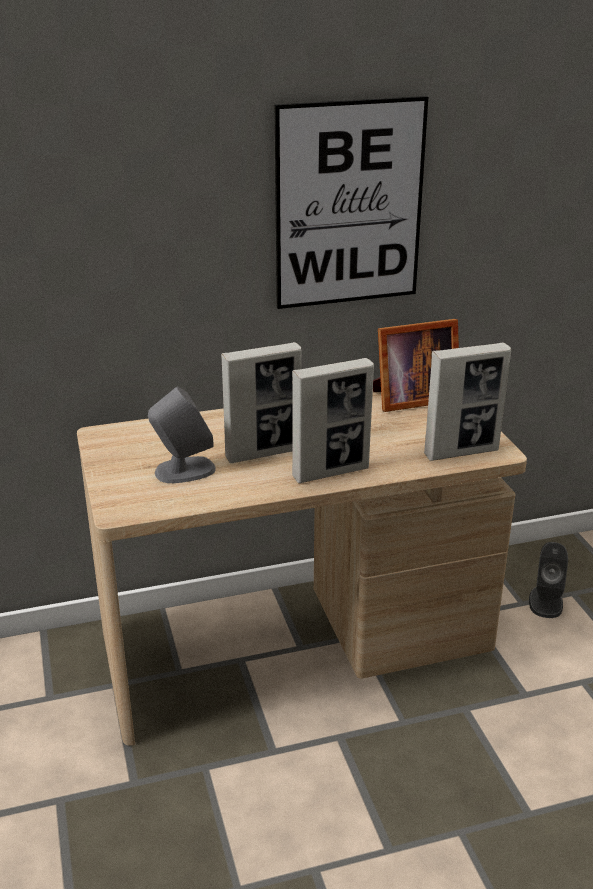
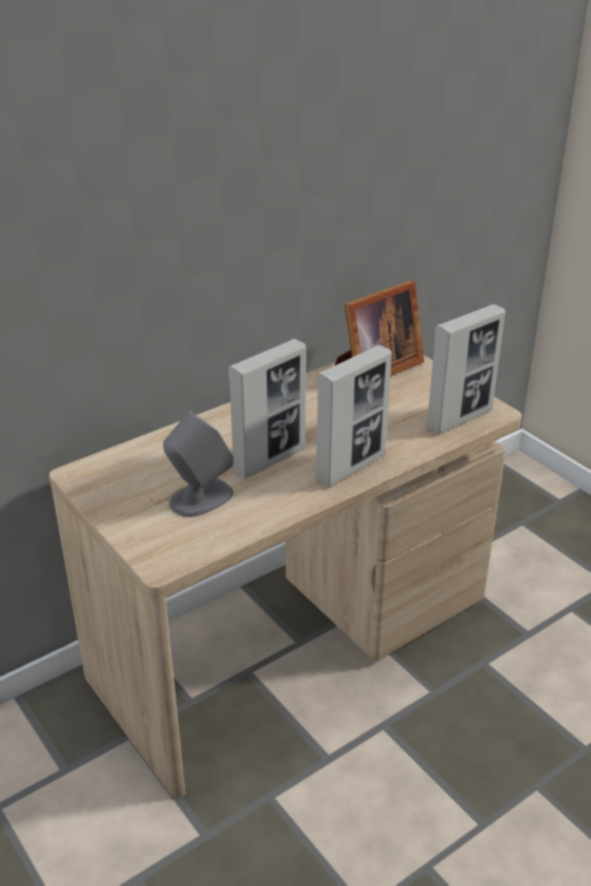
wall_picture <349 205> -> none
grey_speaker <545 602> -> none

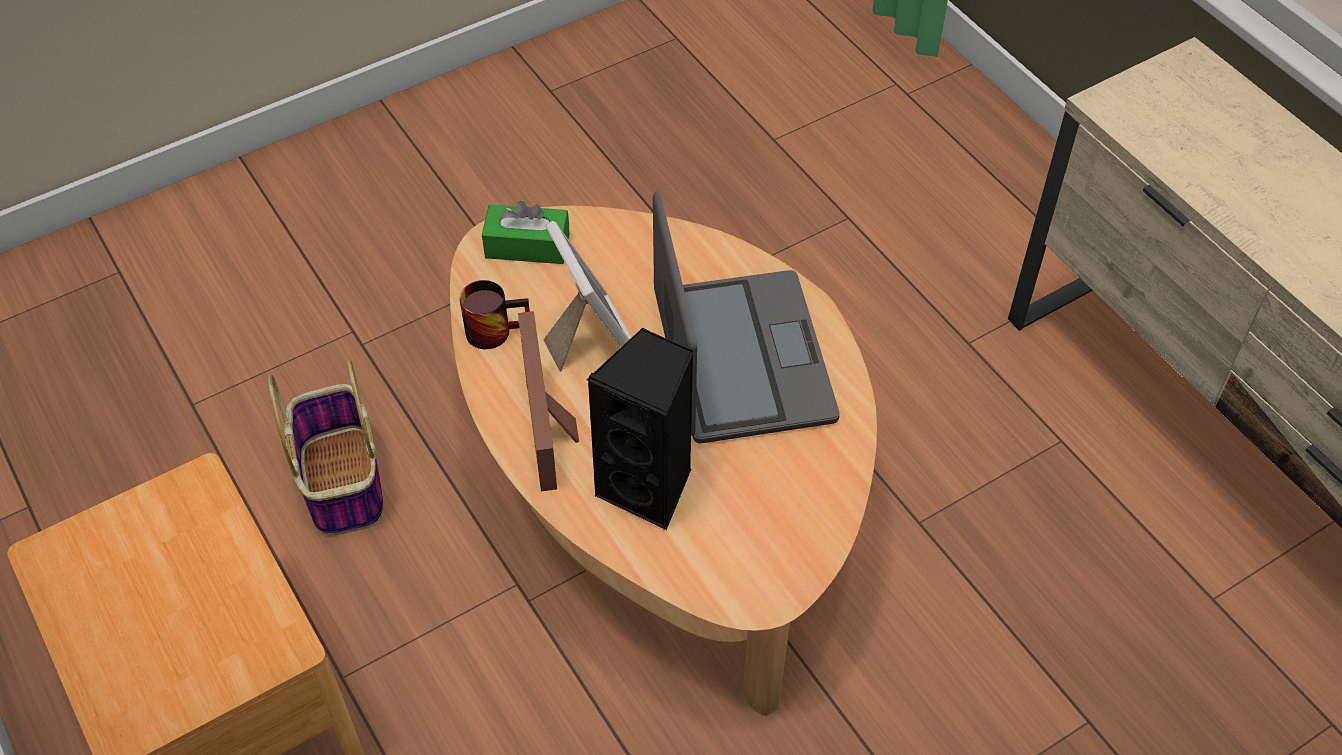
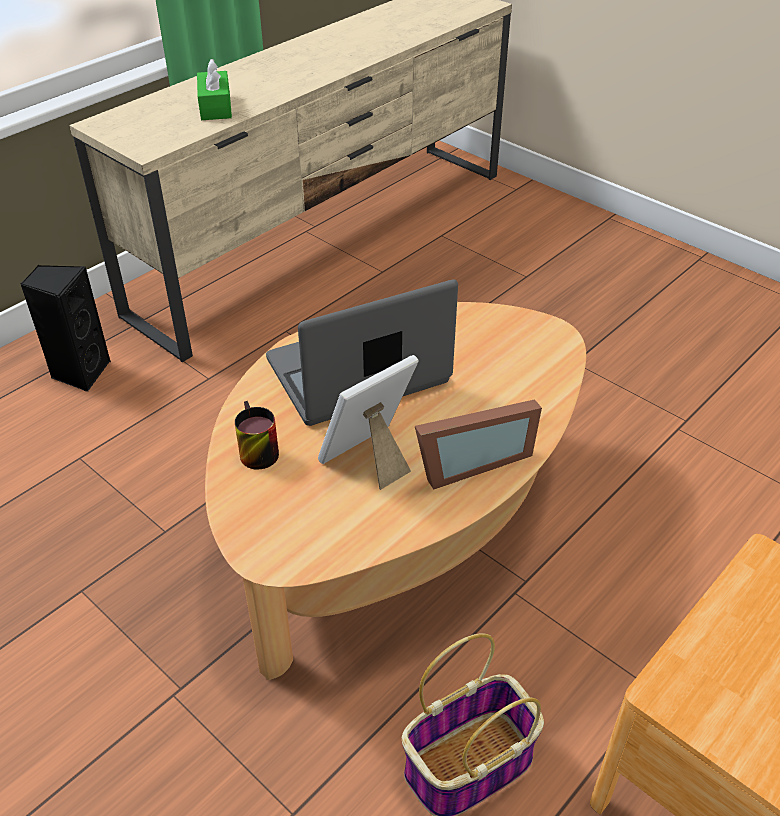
black_speaker <649 487> -> black_speaker <80 372>, relocated
green_tissue_holder <527 246> -> green_tissue_holder <215 107>, relocated
mug <495 328> -> mug <254 451>, relocated

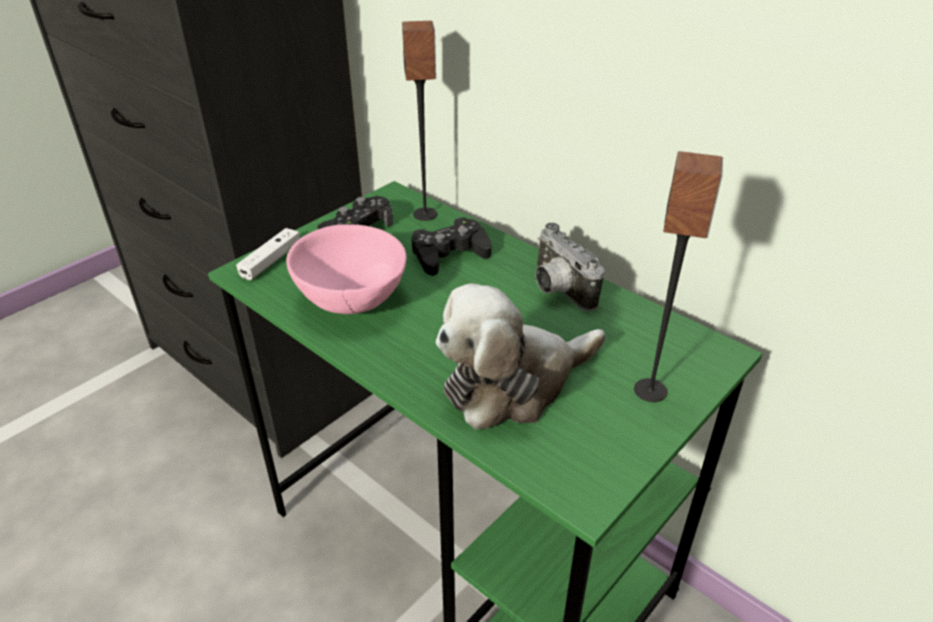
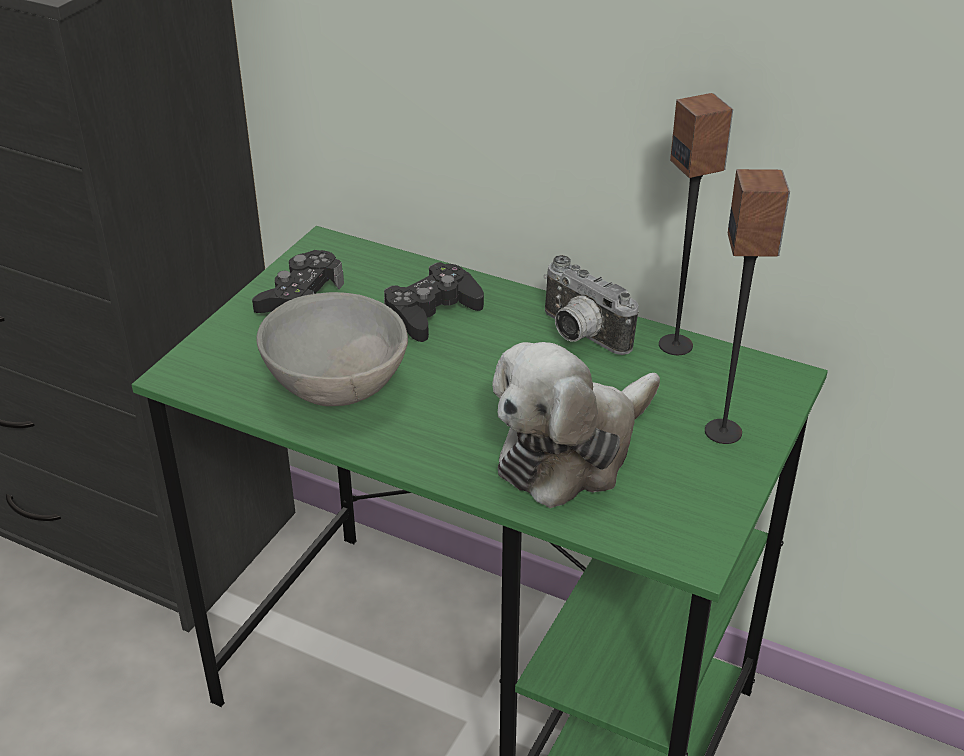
pinkish_deep_dish <353 298> -> grey_deep_dish <338 385>
speaker <425 214> -> speaker <676 345>, relocated
white-coloured_gamepad <271 260> -> none

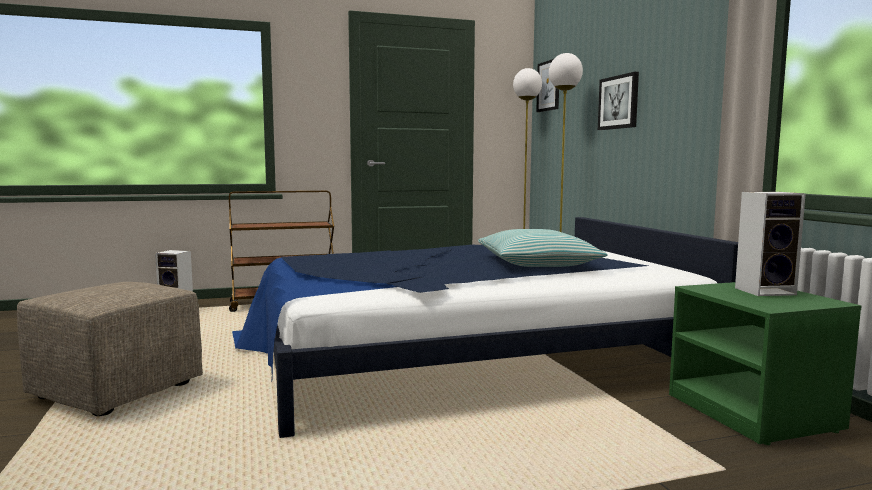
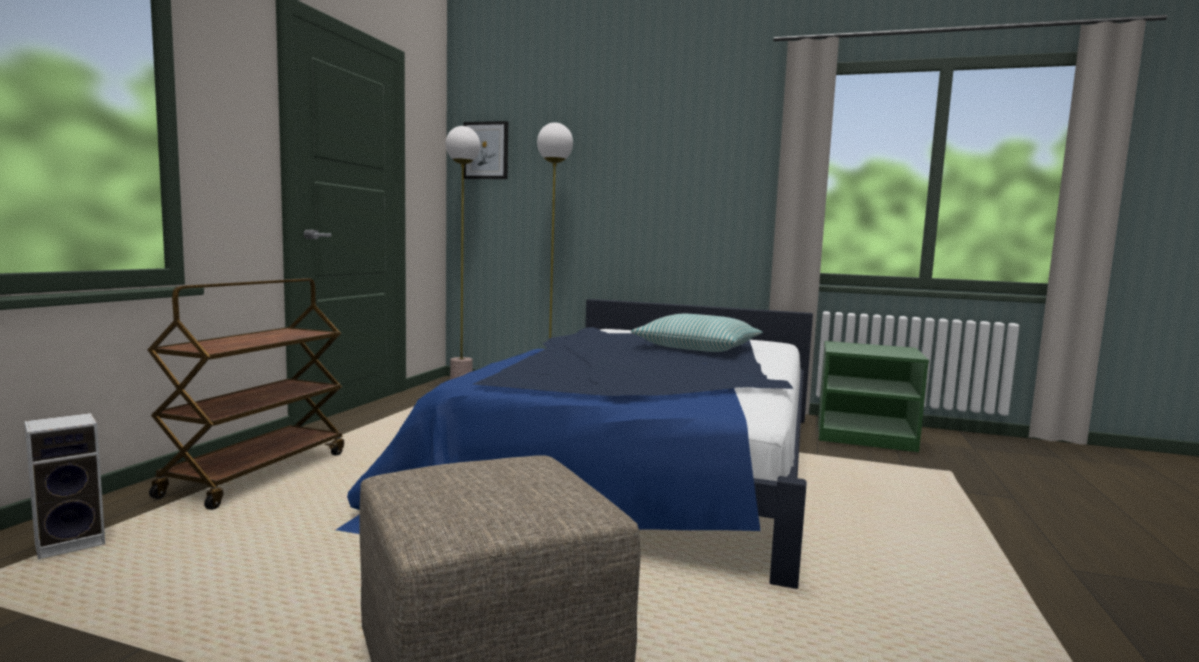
wall_picture <619 102> -> none
speaker <766 291> -> none

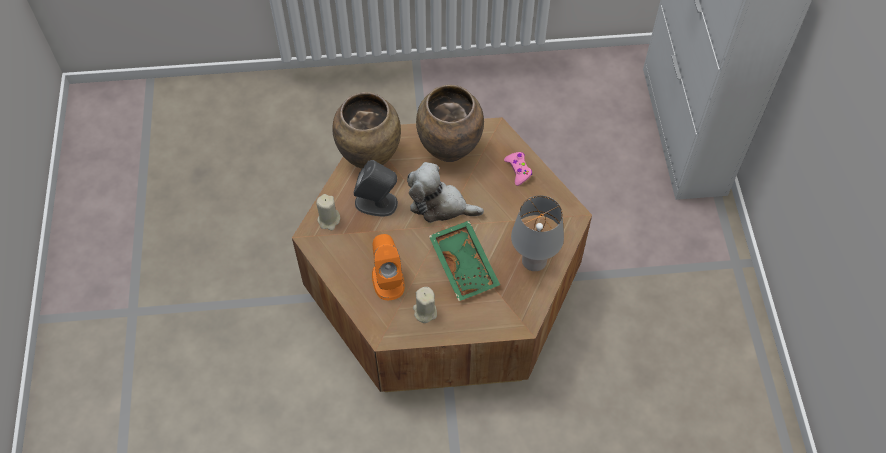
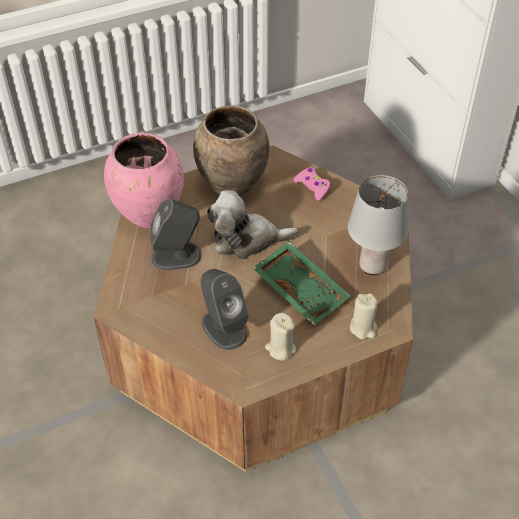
brown_decorative_vase <370 158> -> pinkish_decorative_vase <150 216>
orange-coloured_speaker <388 279> -> grey_speaker <223 328>
beige-coloured_wax_light <329 220> -> beige-coloured_wax_light <363 328>, relocated

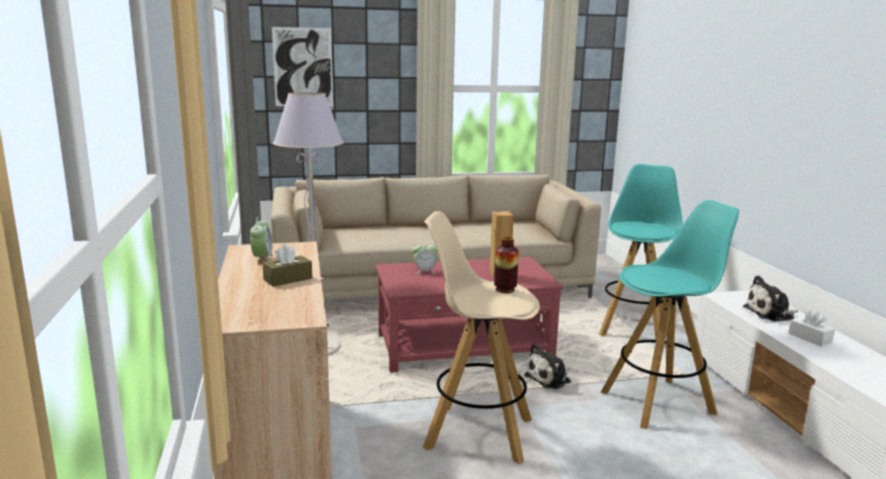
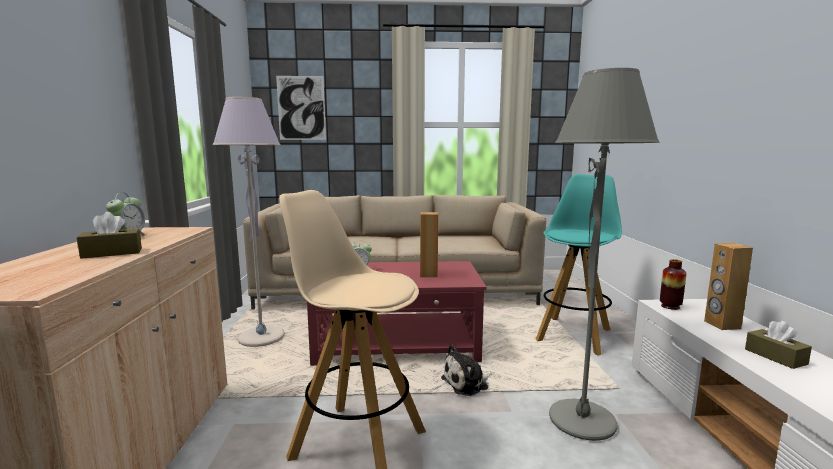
turquoise-coloured_stool_seat <659 402> -> grey_standard_lamp <582 421>
decorative_vase <505 290> -> decorative_vase <670 306>, relocated
cuddly_toy <771 314> -> brown_speaker <721 325>
white-coloured_tissue_holder <809 338> -> brown_tissue_holder <775 357>

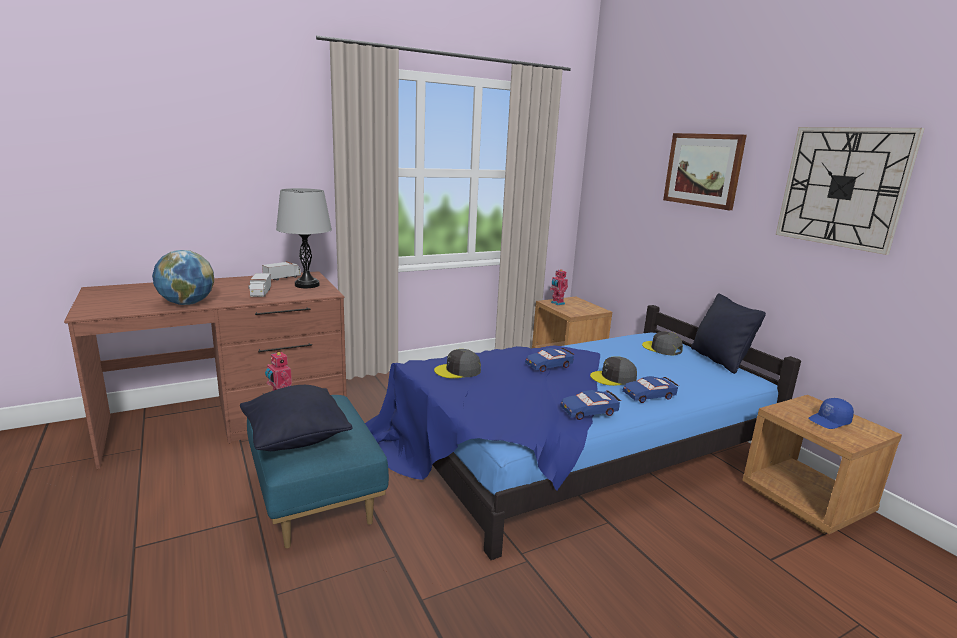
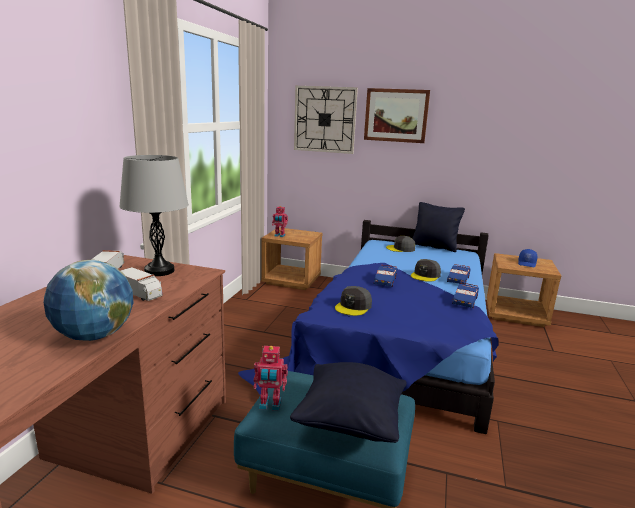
hanging_clock <842 187> -> hanging_clock <325 119>, relocated

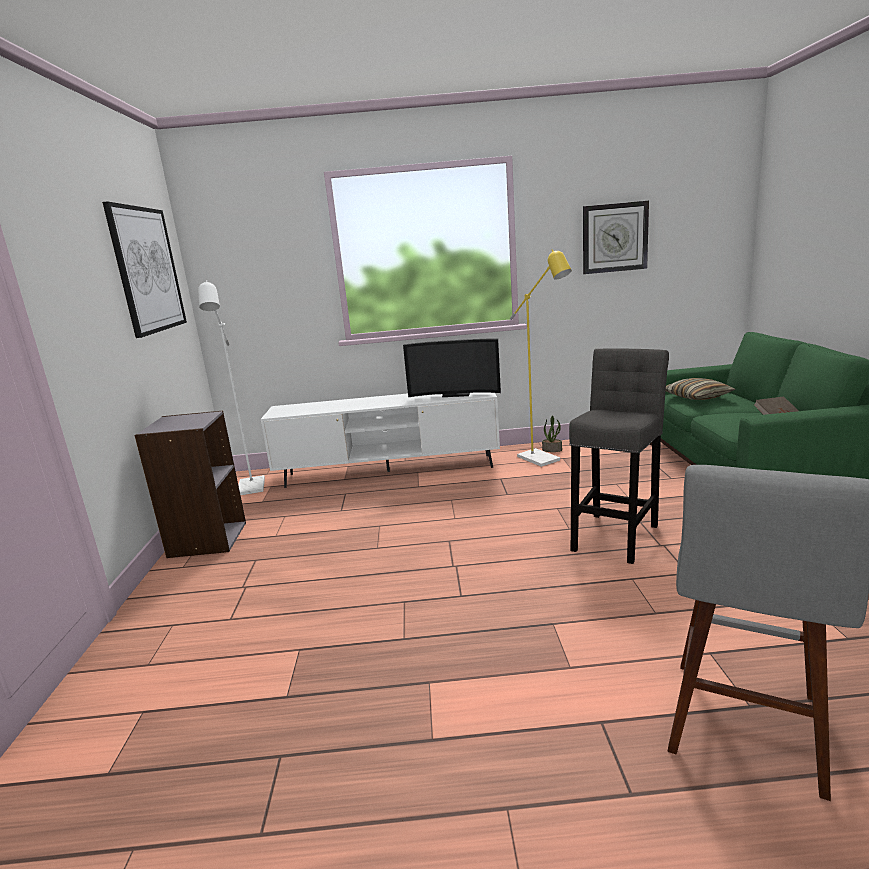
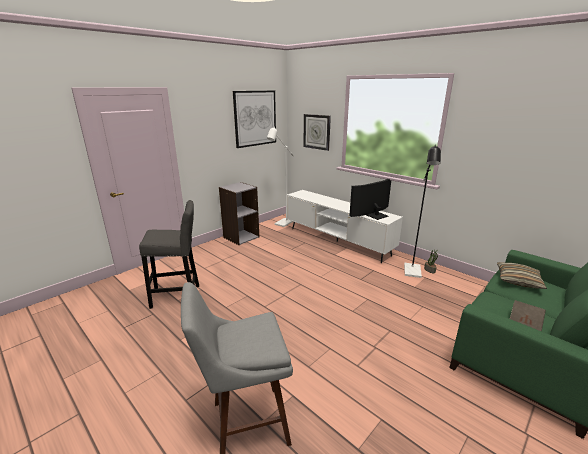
grey_stool_seat <616 535> -> grey_stool_seat <179 296>, relocated
hanging_clock <614 238> -> hanging_clock <317 132>, relocated
TV <455 394> -> TV <374 214>, 90 degrees clockwise
yellow-coloured_standard_lamp <543 460> -> black_standard_lamp <412 273>

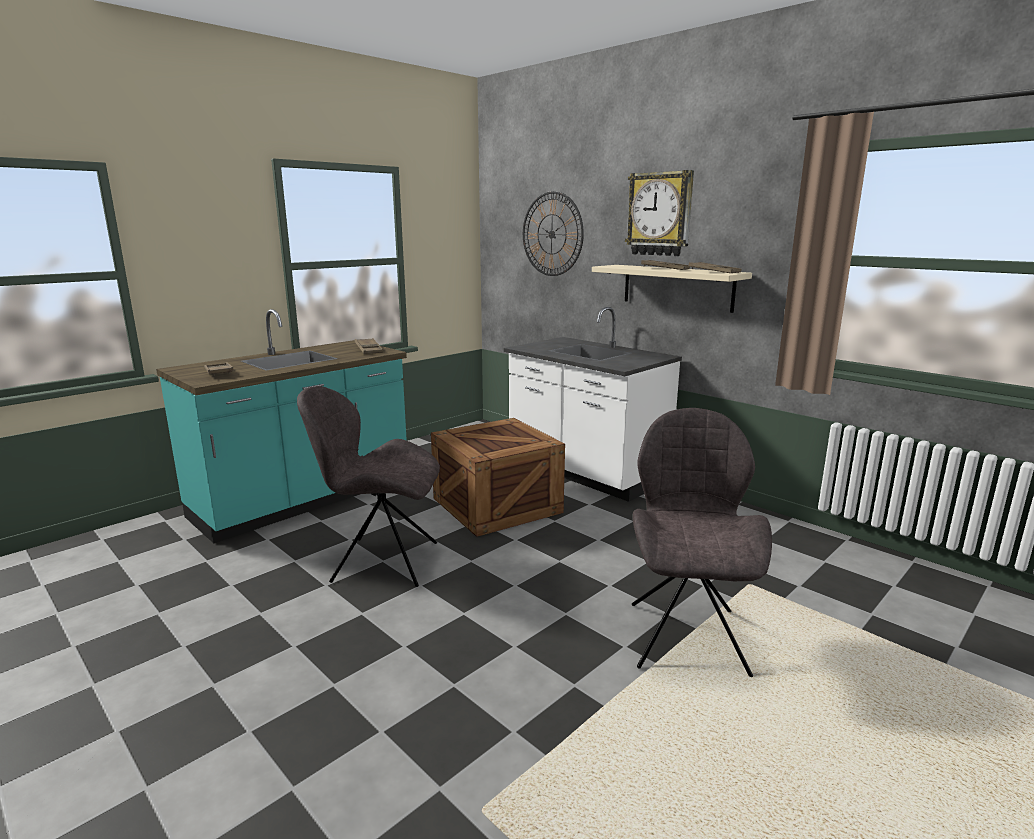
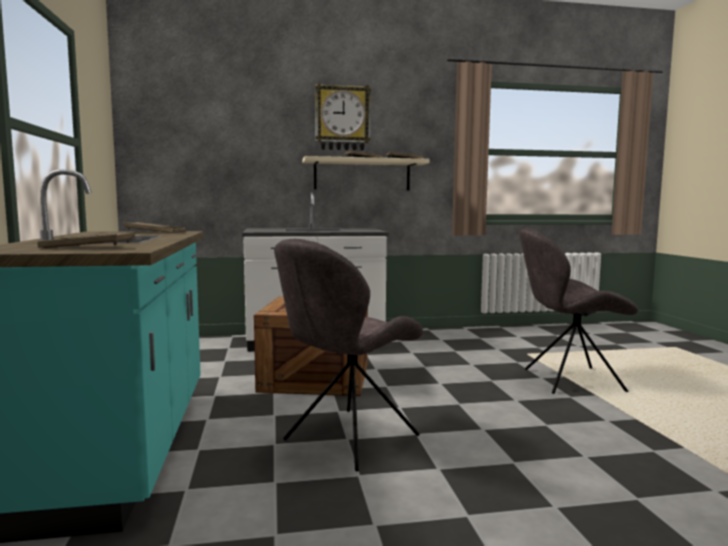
grey_chair <686 634> -> grey_chair <569 380>, 45 degrees counterclockwise
hanging_clock <552 234> -> none

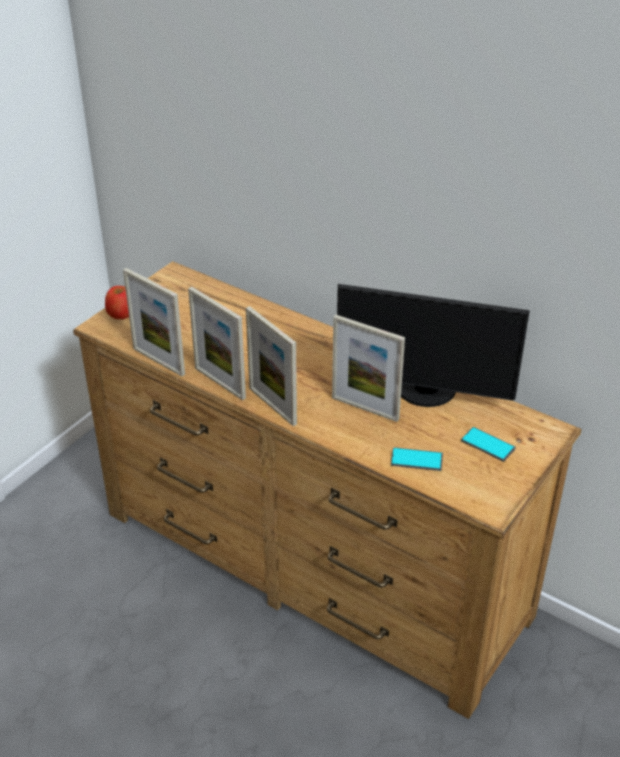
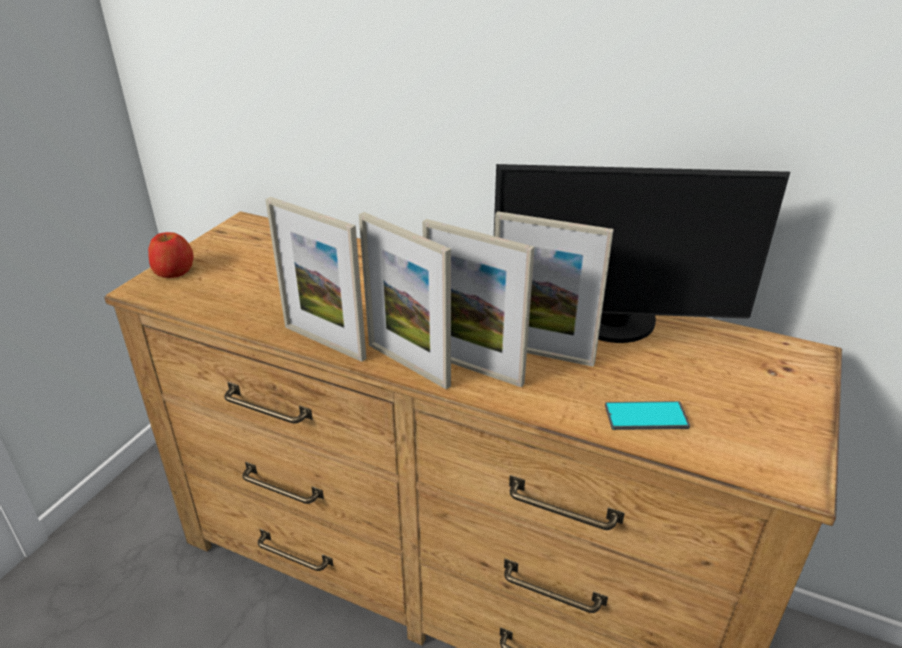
standing_frame <158 361> -> standing_frame <473 368>, relocated
phone <488 444> -> none

